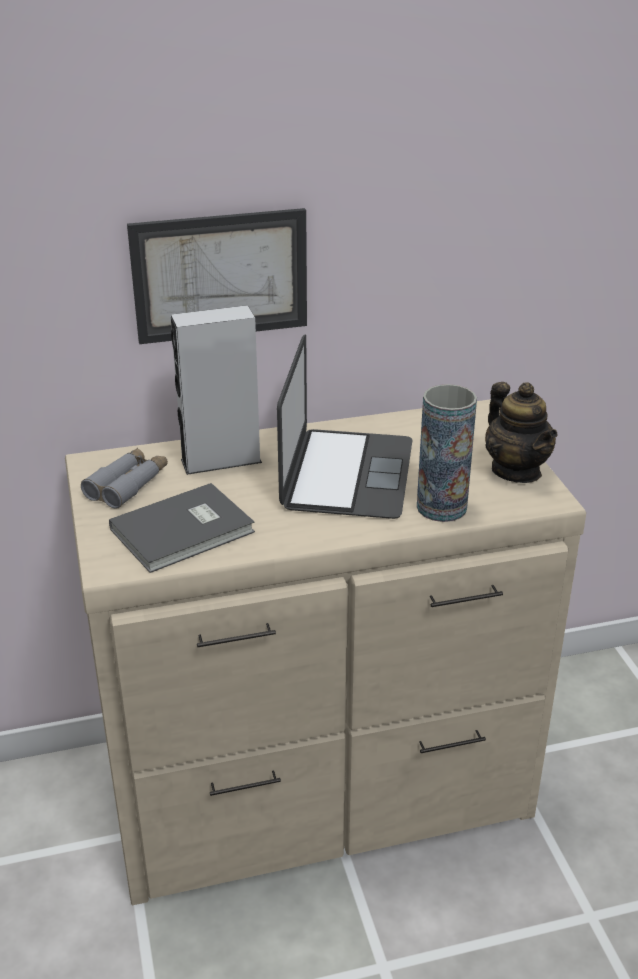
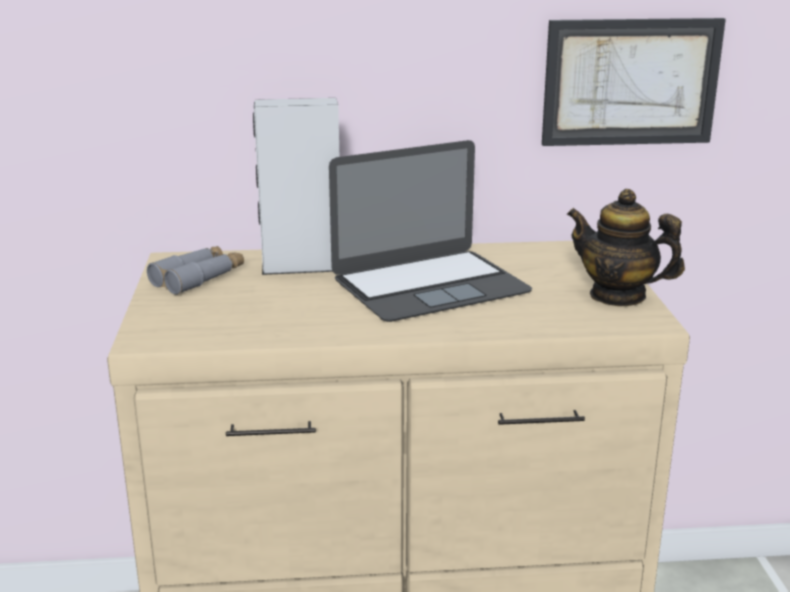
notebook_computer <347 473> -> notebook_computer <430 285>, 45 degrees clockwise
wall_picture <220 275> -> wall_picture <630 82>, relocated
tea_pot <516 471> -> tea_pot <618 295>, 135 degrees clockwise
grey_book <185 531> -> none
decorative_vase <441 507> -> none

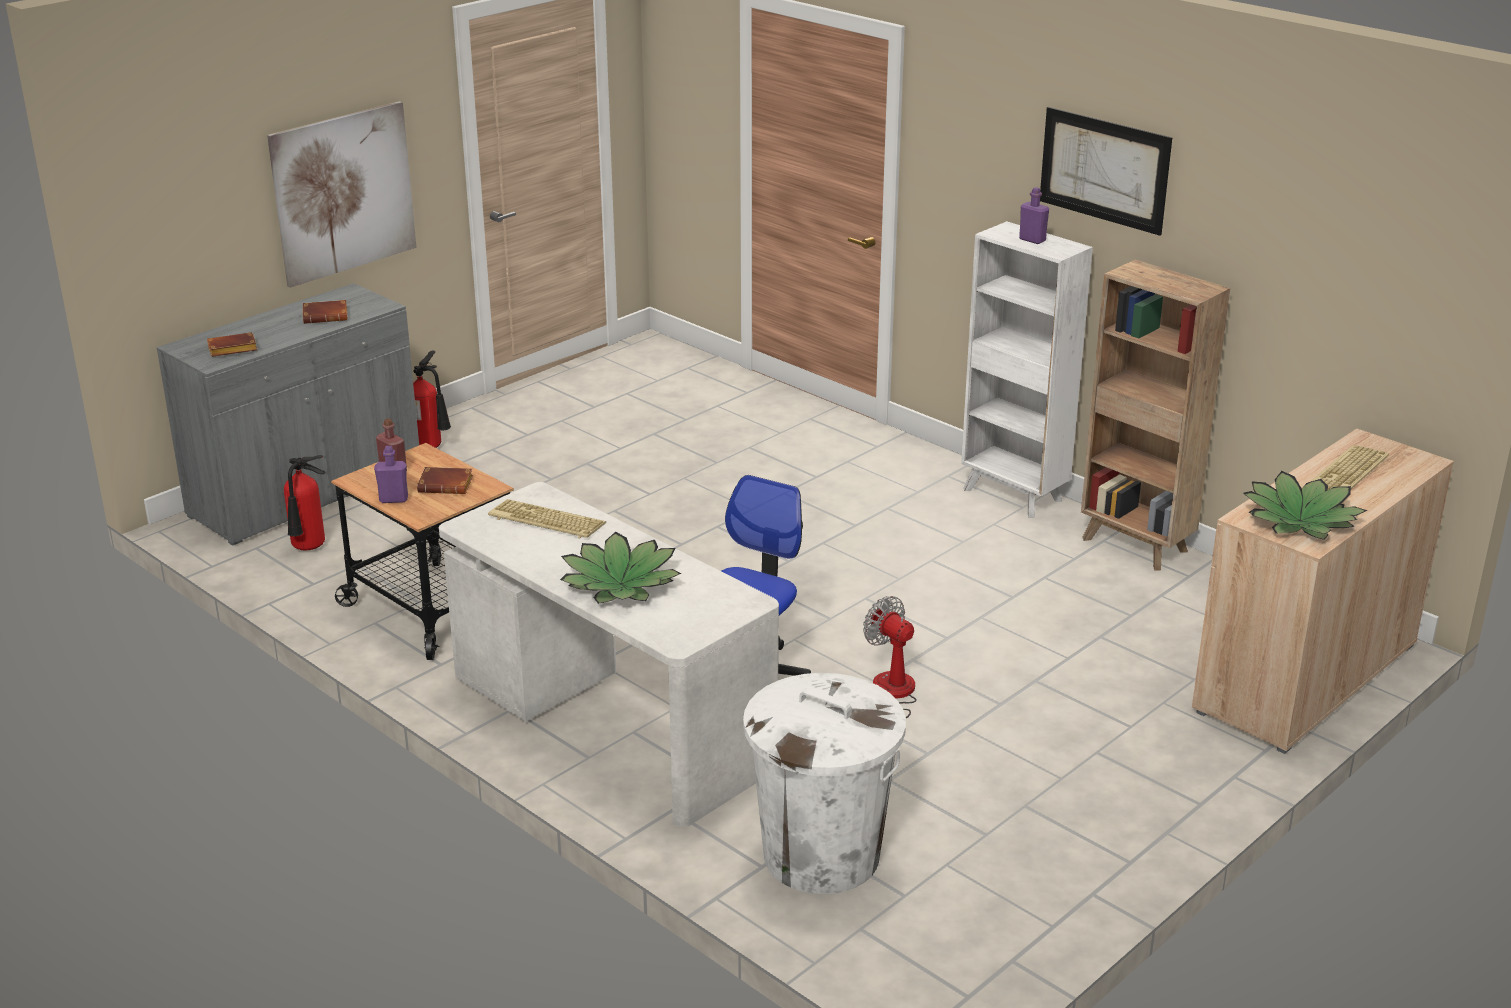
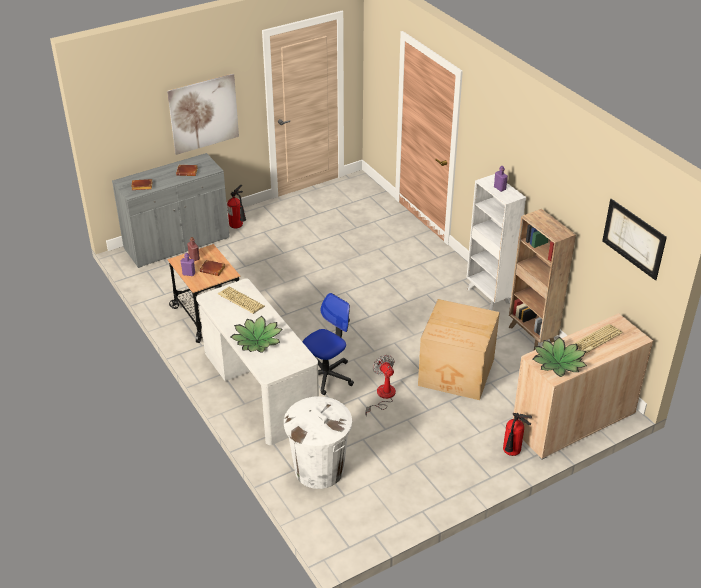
none -> carton <457 373>
fire_extinguisher <308 549> -> fire_extinguisher <511 453>, relocated
wall_picture <1104 170> -> wall_picture <633 238>, relocated

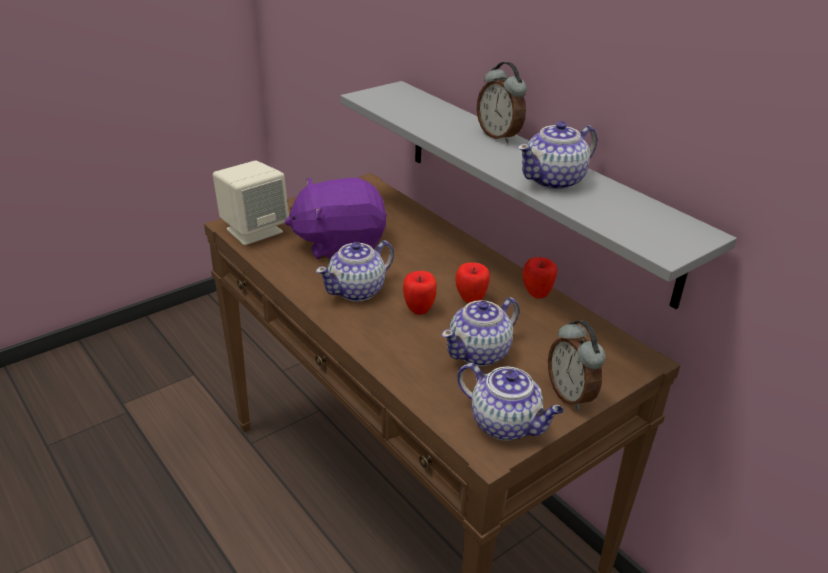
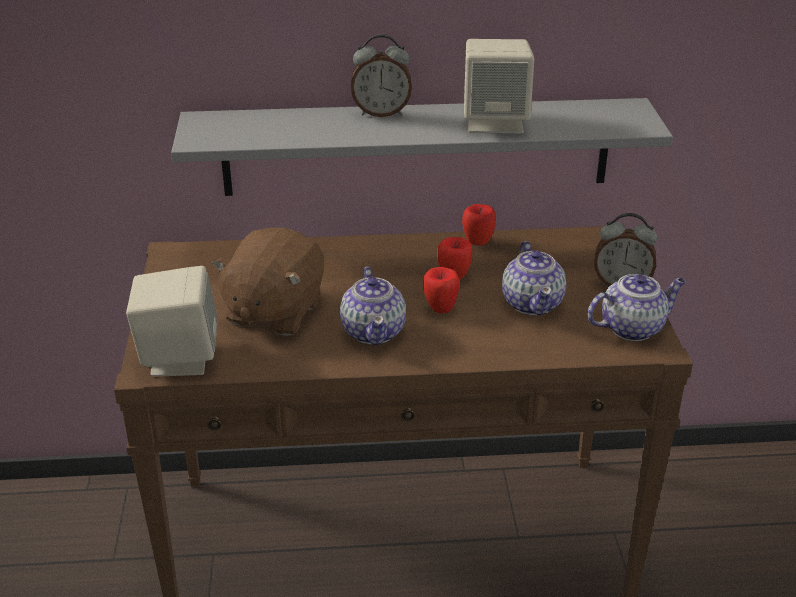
purple-coloured_cuddly_toy <339 243> -> brown_cuddly_toy <273 311>
tea_pot <554 181> -> beige-coloured_speaker <495 122>

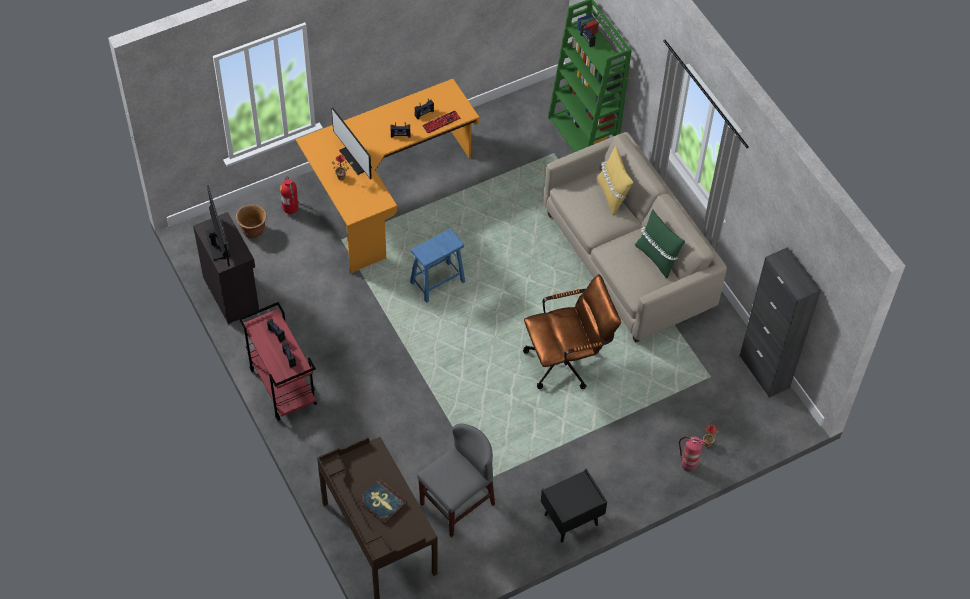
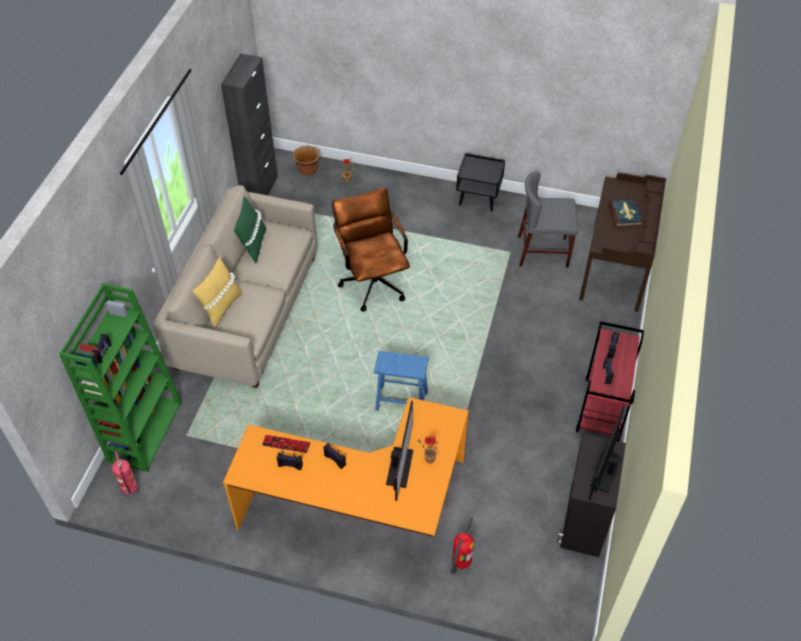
fire_extinguisher <688 464> -> fire_extinguisher <131 490>, relocated
brown_flower_pot <253 231> -> brown_flower_pot <307 170>, relocated
brown_office_chair <567 361> -> brown_office_chair <372 280>, 45 degrees clockwise

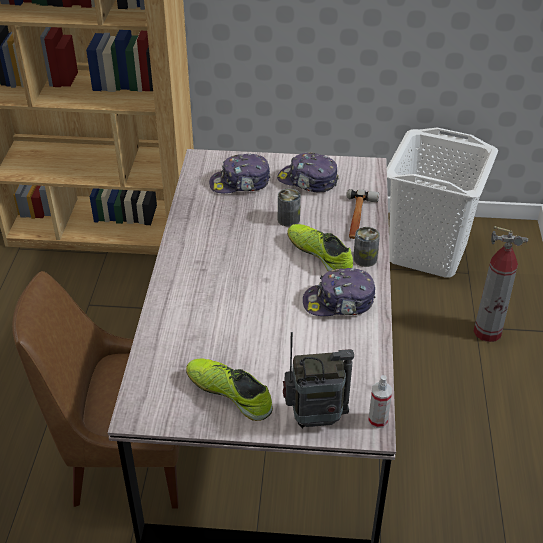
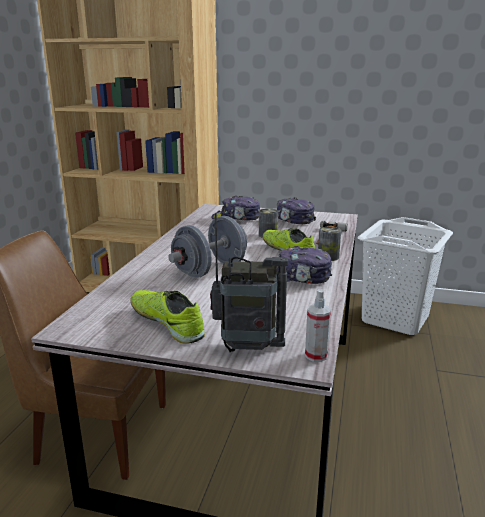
none -> grey_hand_weight <210 270>
fire_extinguisher <487 332> -> none

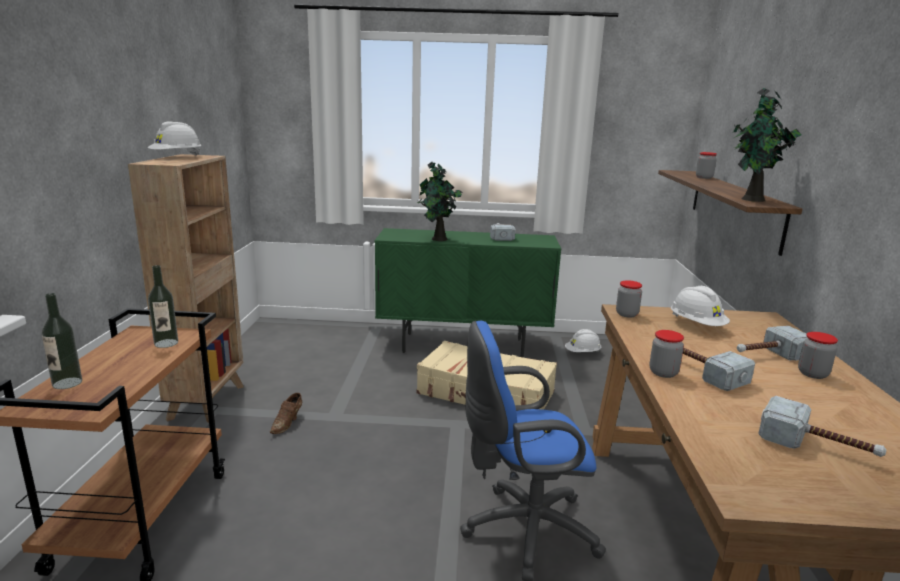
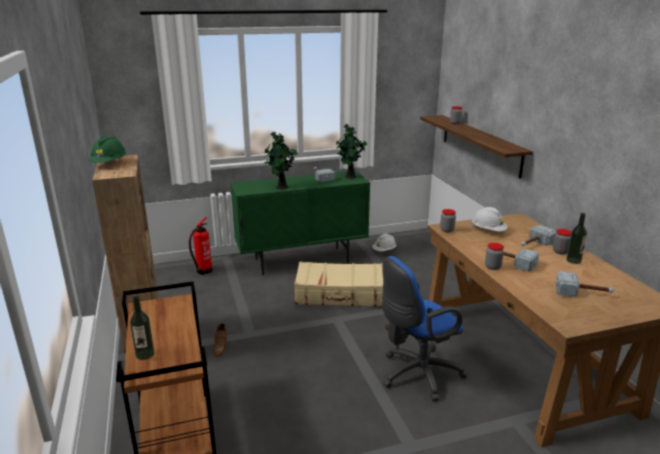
white-coloured_work_helmet <177 157> -> green_work_helmet <109 164>
none -> fire_extinguisher <203 271>
houseplant <752 200> -> houseplant <350 177>, relocated
bottle <166 343> -> bottle <573 260>, relocated

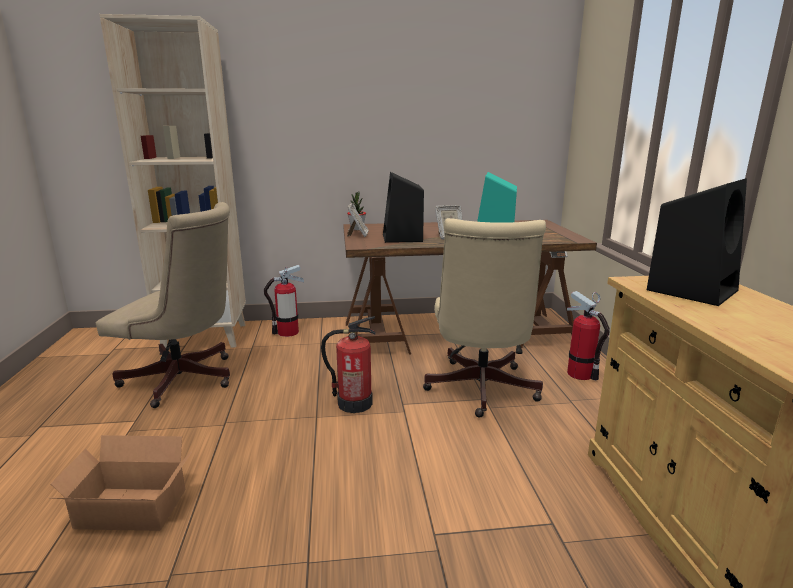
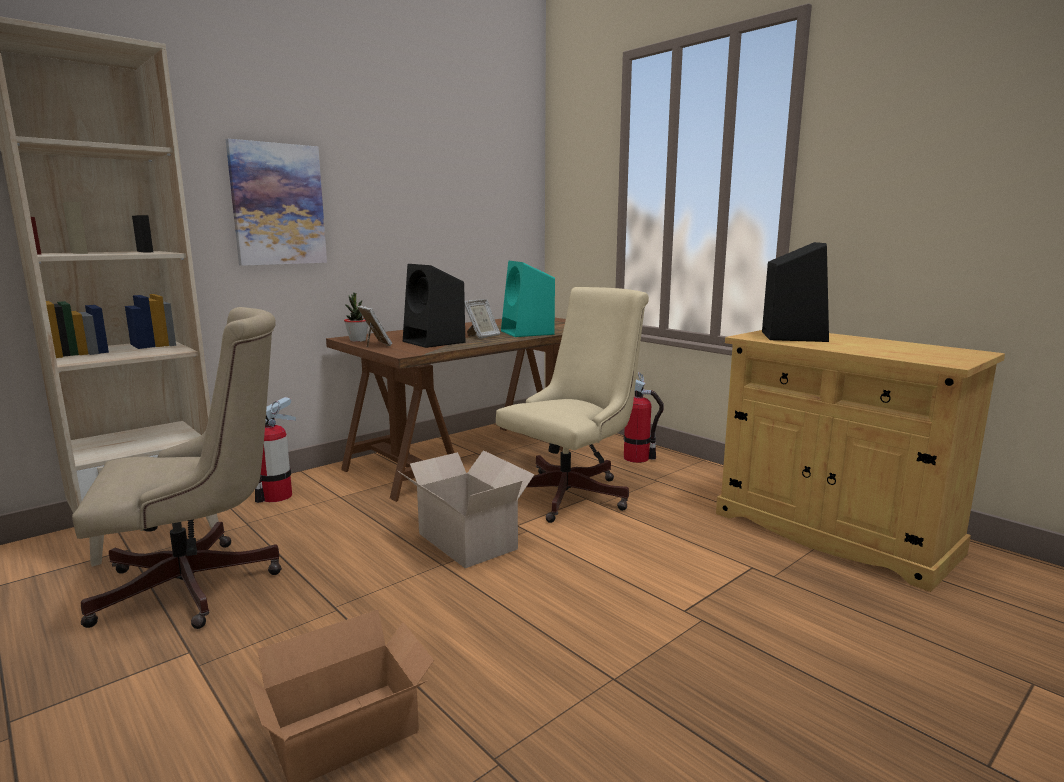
none -> wall_picture <278 204>
fire_extinguisher <354 403> -> carton <466 540>
beige-coloured_office_chair <480 391> -> beige-coloured_office_chair <573 493>, 105 degrees counterclockwise

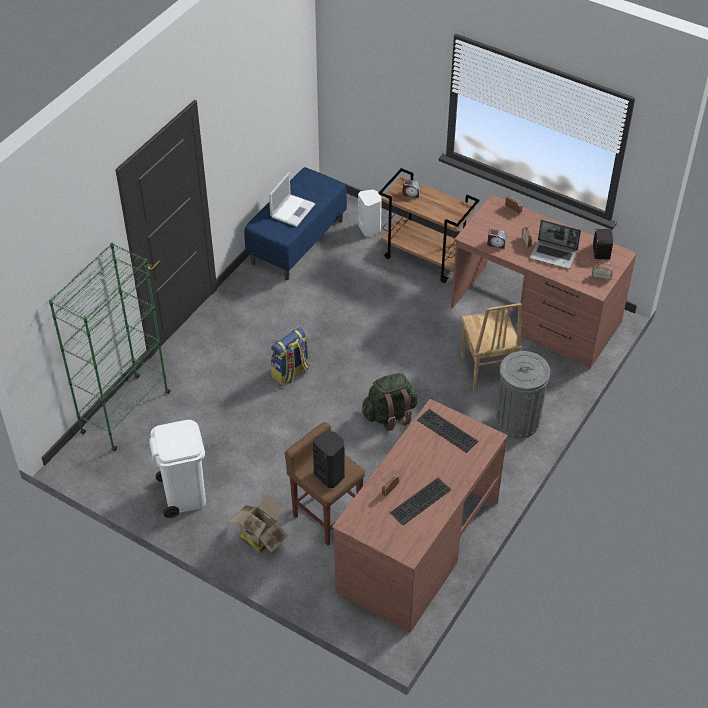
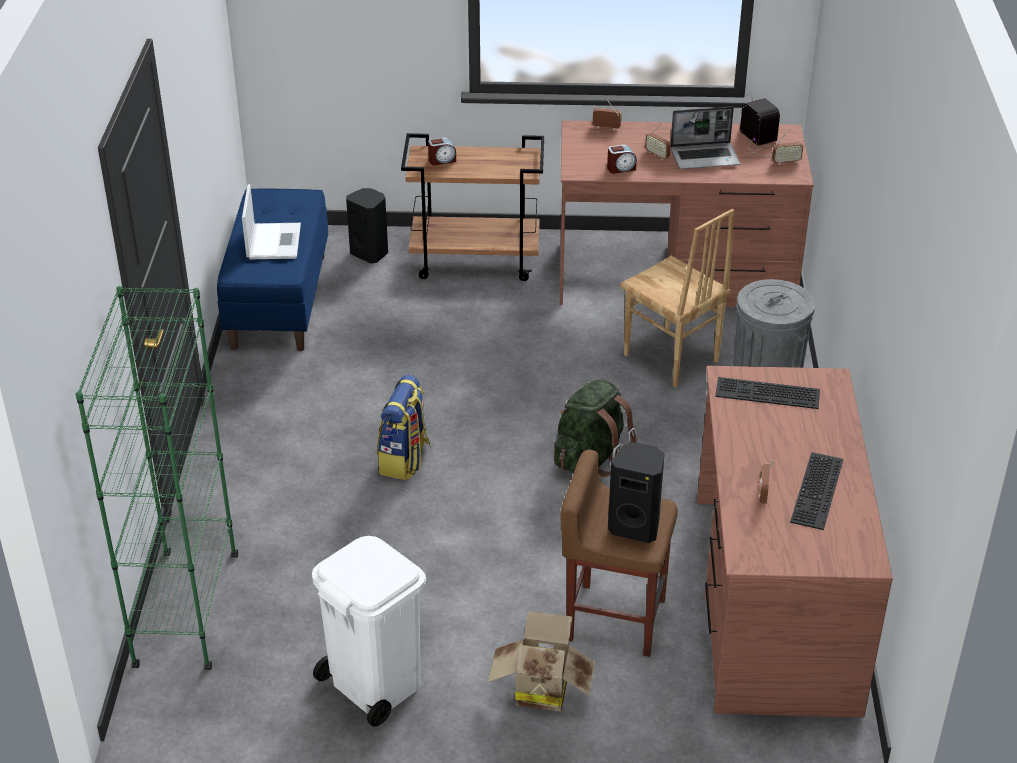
white-coloured_speaker <370 228> -> black_speaker <370 253>

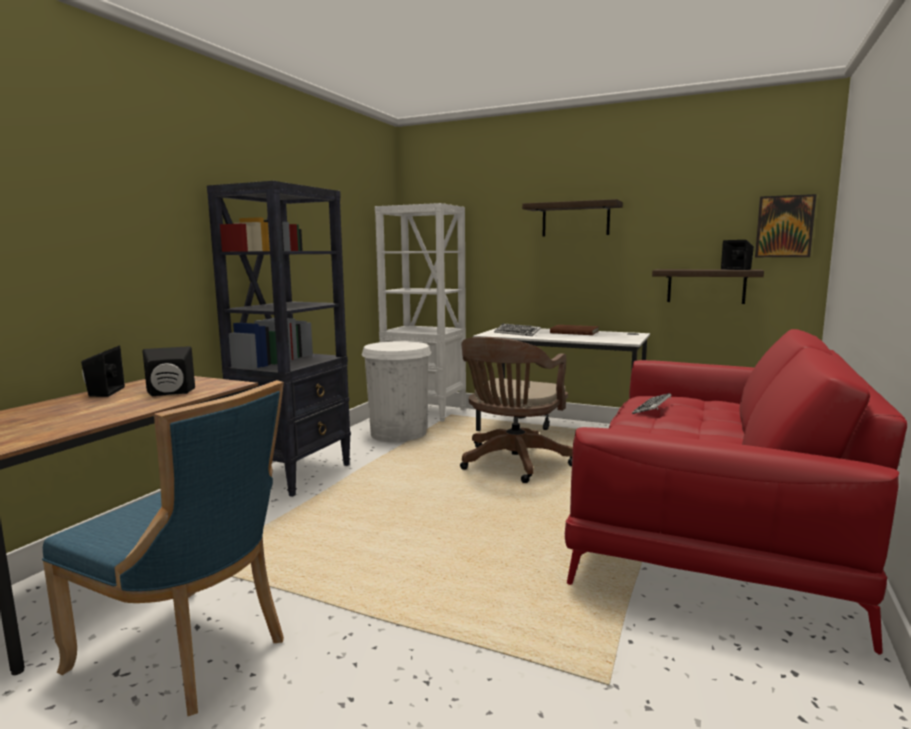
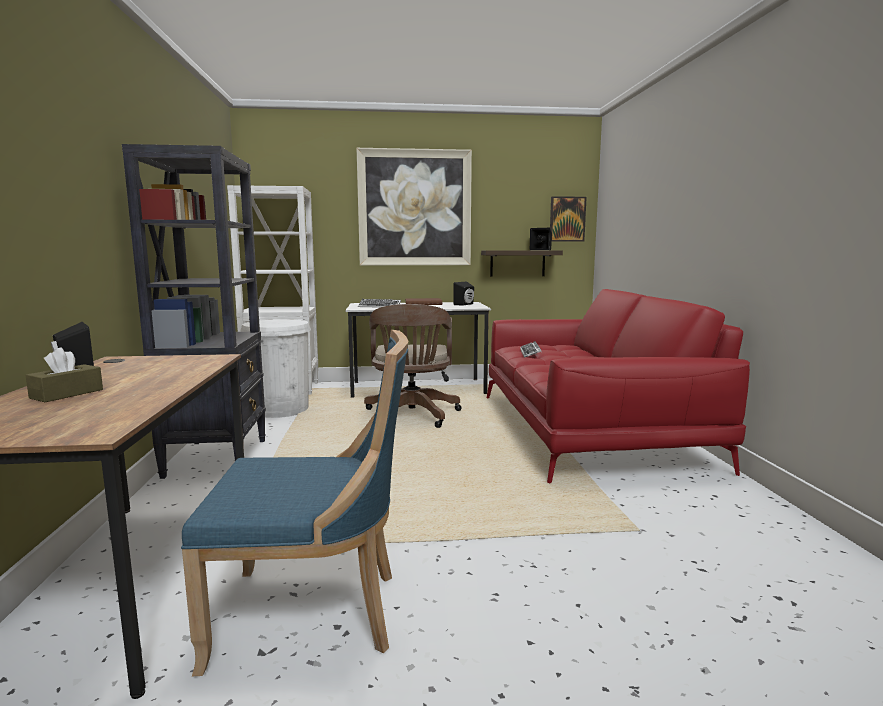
none -> brown_tissue_holder <67 394>
bracket_shelf <575 219> -> wall_picture <414 208>
black_speaker <170 393> -> black_speaker <465 304>, relocated

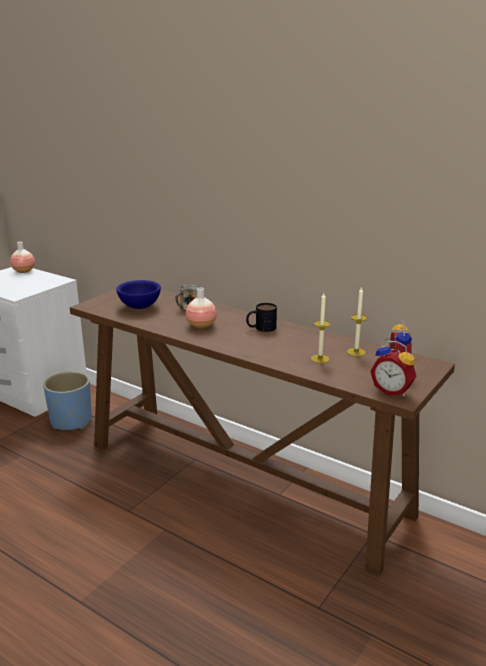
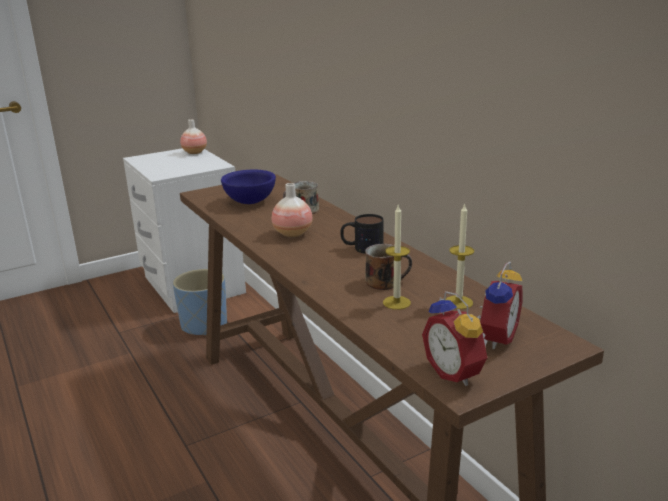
none -> mug <385 281>

